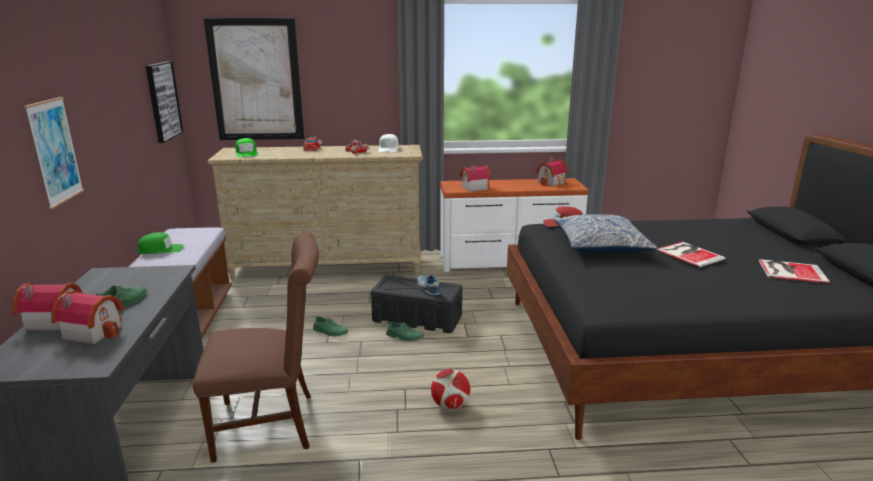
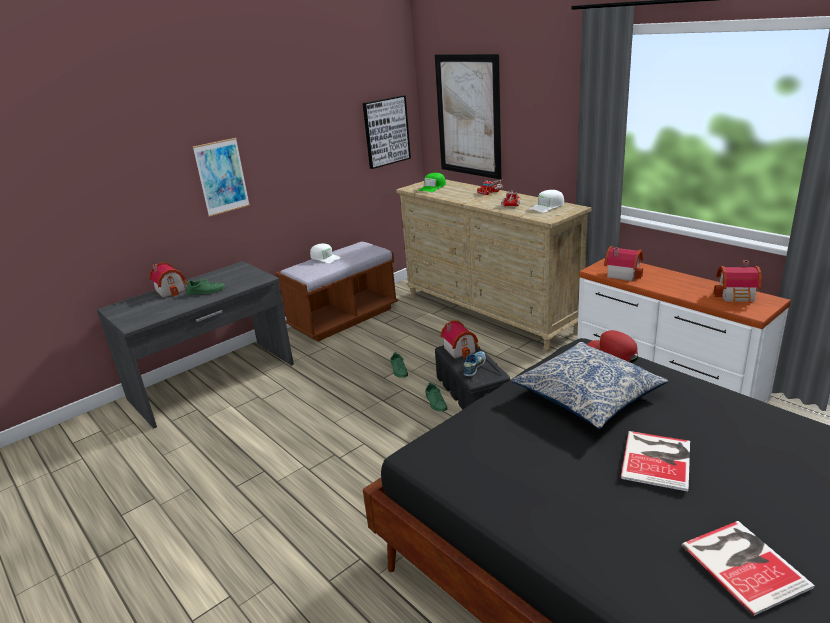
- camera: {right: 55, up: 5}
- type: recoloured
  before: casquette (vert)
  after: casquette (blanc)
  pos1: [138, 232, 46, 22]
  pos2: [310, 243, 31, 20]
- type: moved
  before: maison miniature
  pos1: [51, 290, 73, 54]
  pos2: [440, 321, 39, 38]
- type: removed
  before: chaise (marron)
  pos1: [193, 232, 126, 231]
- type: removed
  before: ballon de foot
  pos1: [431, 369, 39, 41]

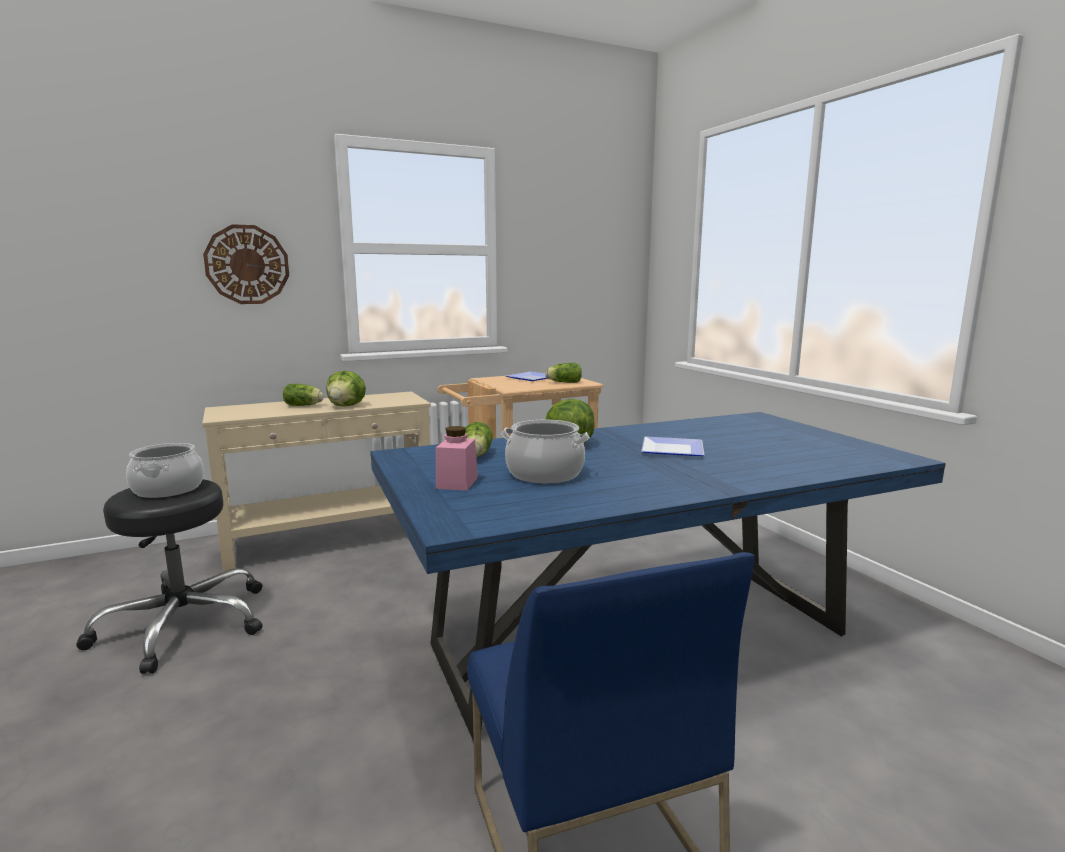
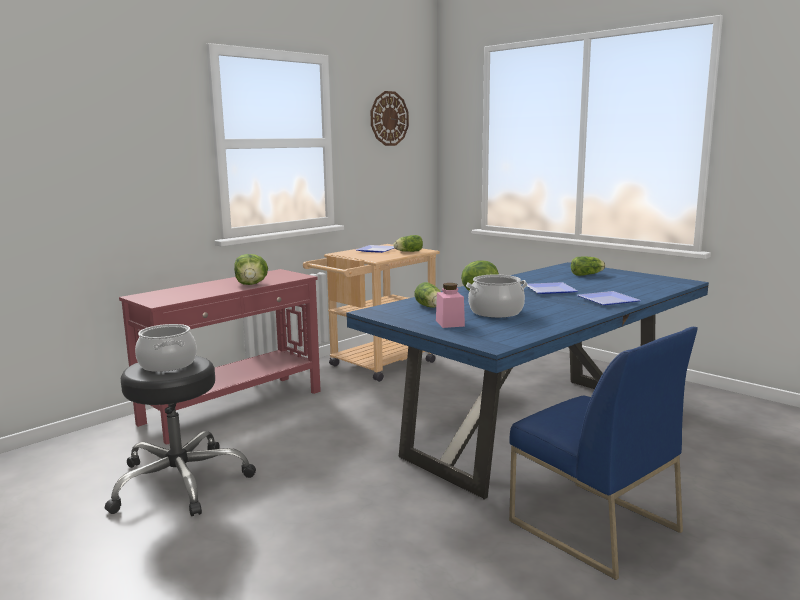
- camera: {right: -20, up: 0}
- type: recoloured
  before: table console (beige)
  after: table console (rouge)
  pos1: [202, 391, 229, 181]
  pos2: [119, 269, 202, 176]
- type: moved
  before: horloge murale
  pos1: [203, 224, 86, 80]
  pos2: [371, 91, 38, 55]
- type: moved
  before: laitue
  pos1: [283, 384, 41, 22]
  pos2: [571, 256, 34, 20]
- type: added
  after: assiette
  pos2: [577, 291, 64, 14]

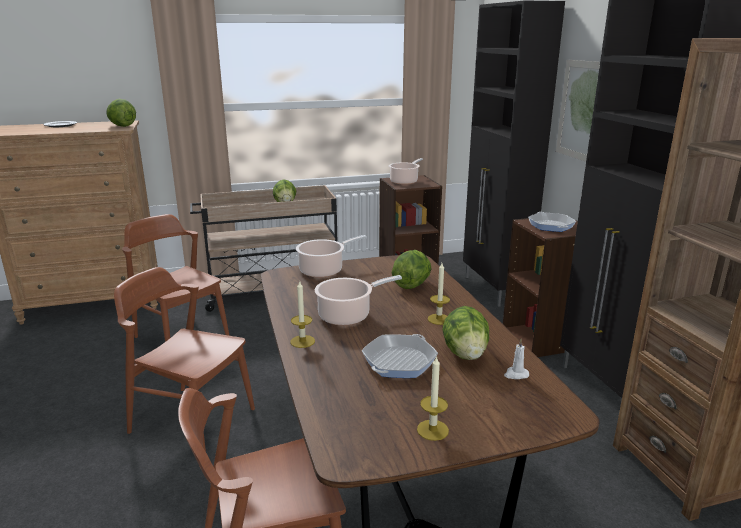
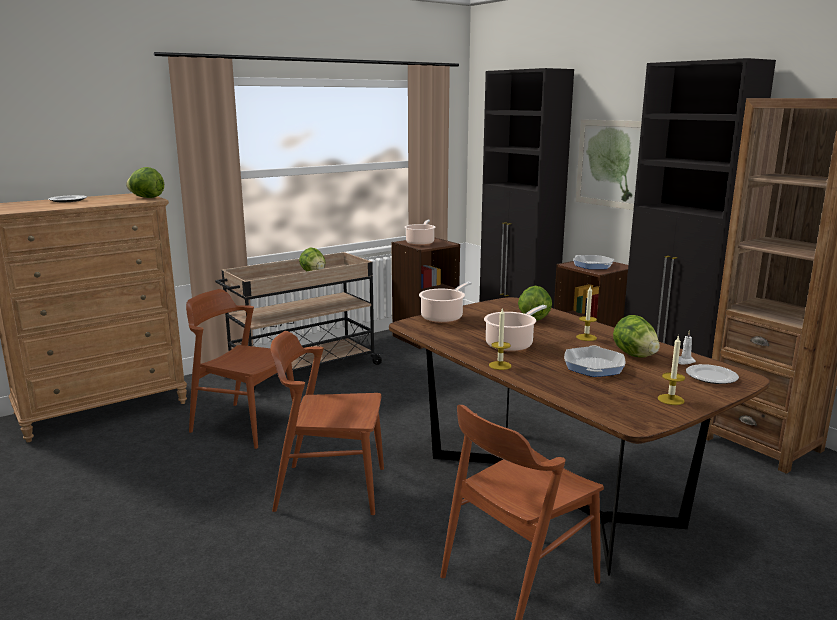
- camera: {right: -20, up: -5}
- type: added
  after: assiette
  pos2: [686, 364, 53, 20]

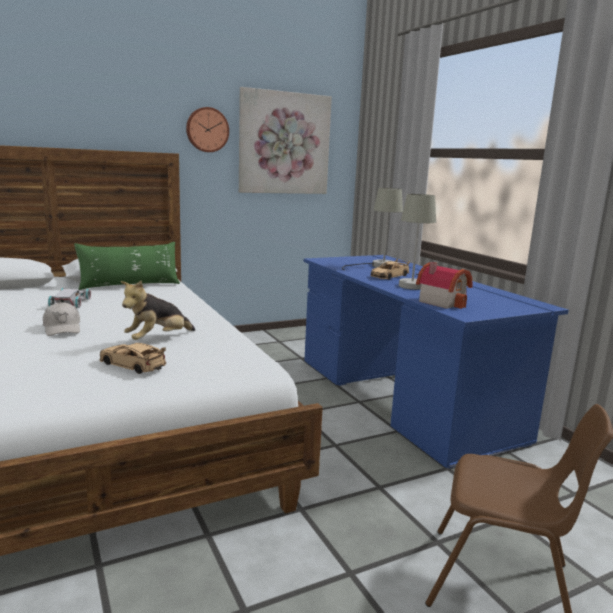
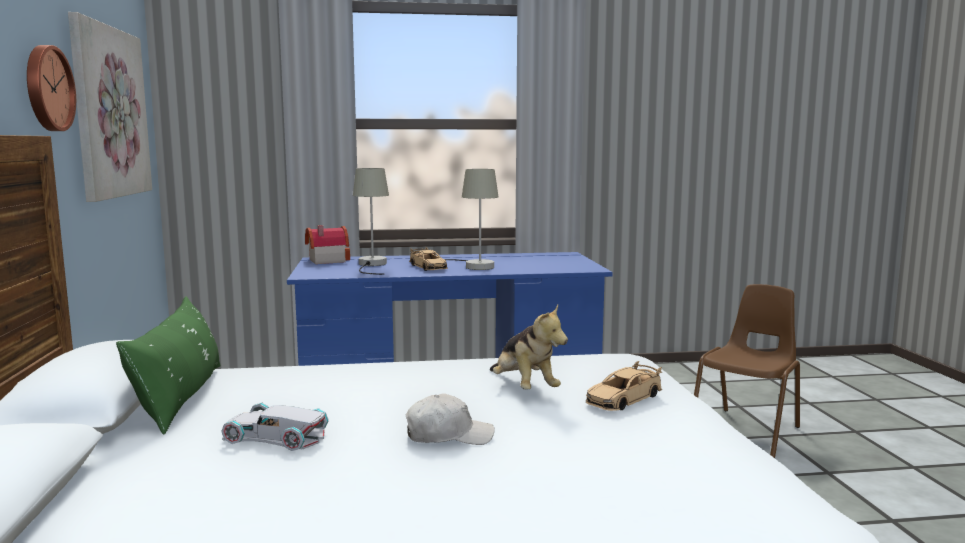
- camera: {right: -70, up: -5}
- type: moved
  before: maison miniature
  pos1: [416, 262, 57, 47]
  pos2: [305, 225, 45, 39]

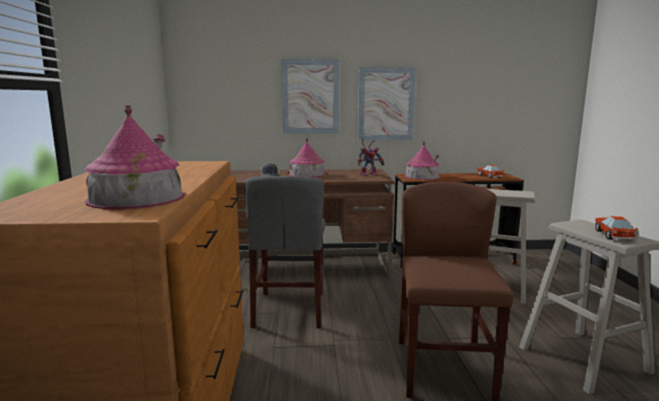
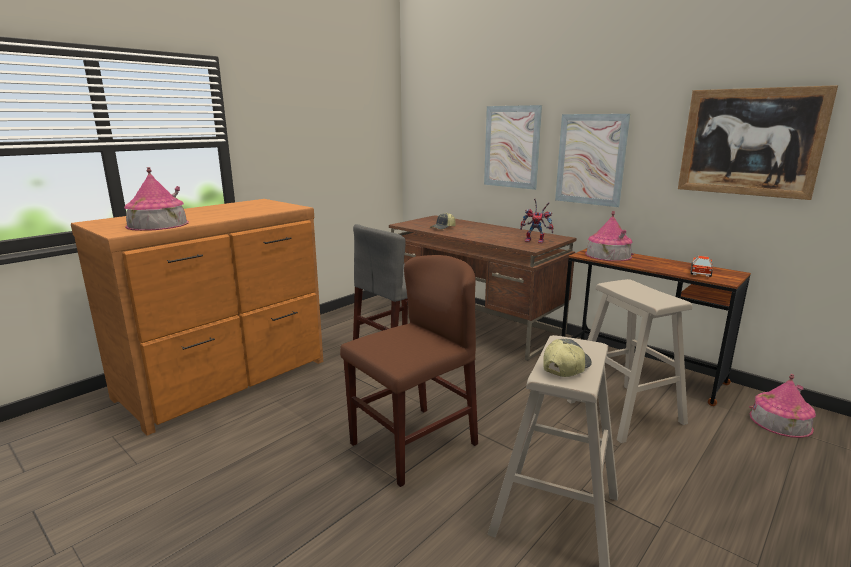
- camera: {right: 45, up: 5}
- type: replaced
  before: petite voiture
  after: casquette
  pos1: [594, 216, 44, 25]
  pos2: [543, 339, 49, 38]
- type: added
  after: tableau
  pos2: [678, 85, 160, 115]
- type: moved
  before: maison miniature
  pos1: [288, 138, 37, 39]
  pos2: [749, 374, 67, 64]

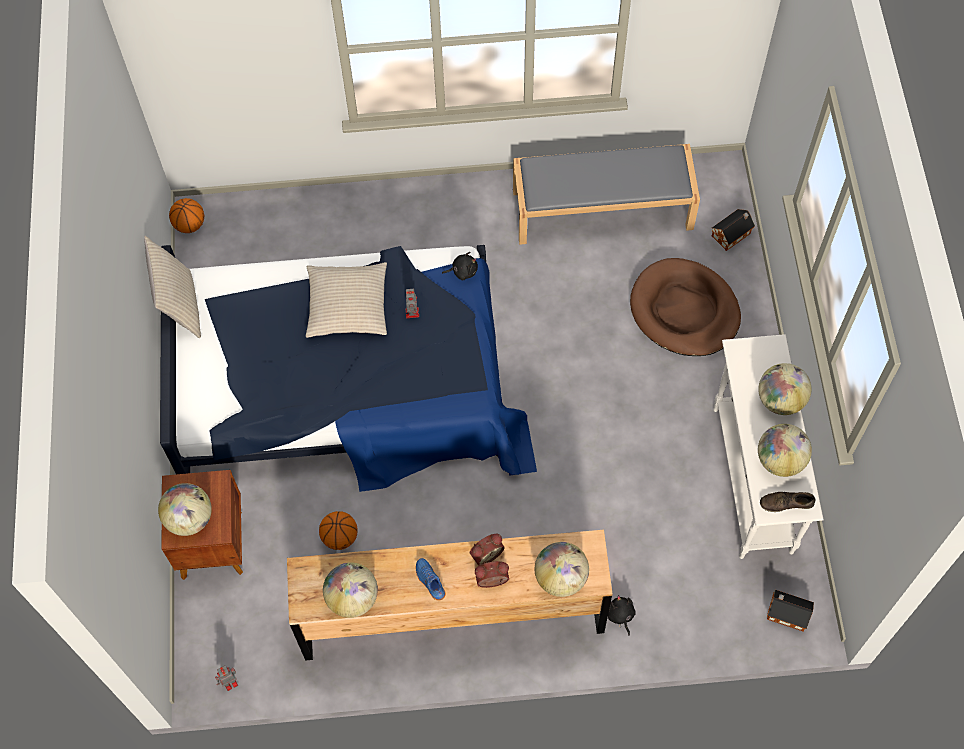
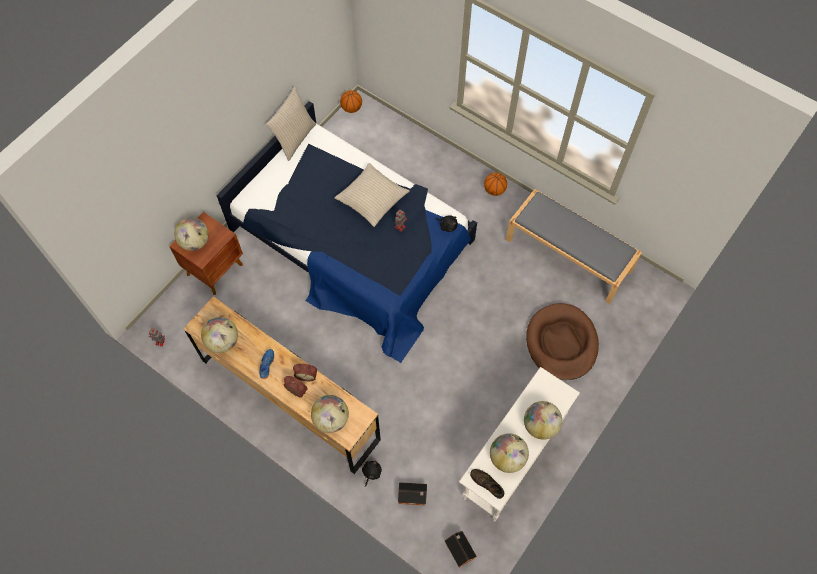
- camera: {right: 40, up: 0}
- type: moved
  before: maison miniature
  pos1: [711, 209, 44, 42]
  pos2: [398, 482, 29, 23]
- type: moved
  before: ballon de basket
  pos1: [319, 511, 39, 39]
  pos2: [484, 172, 23, 24]

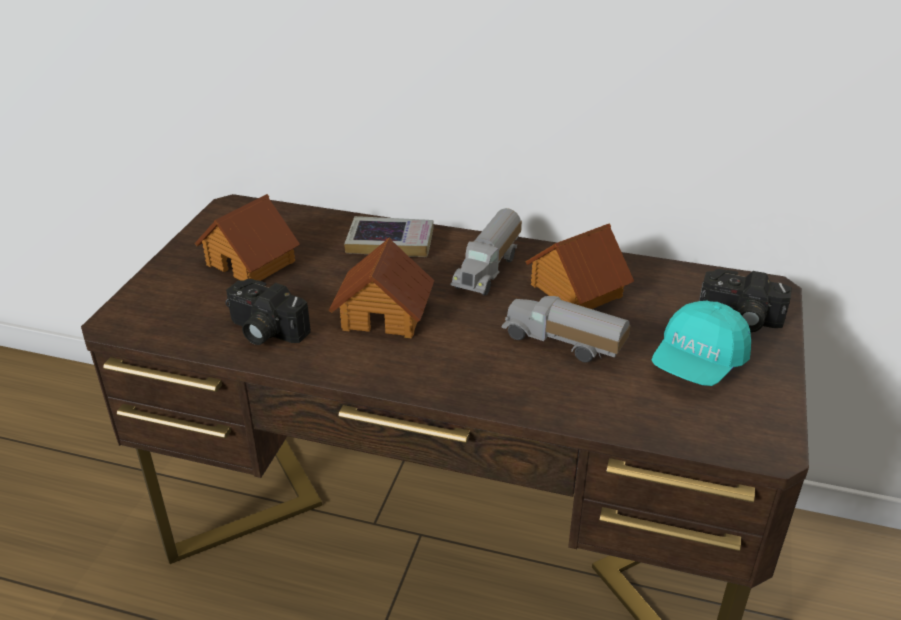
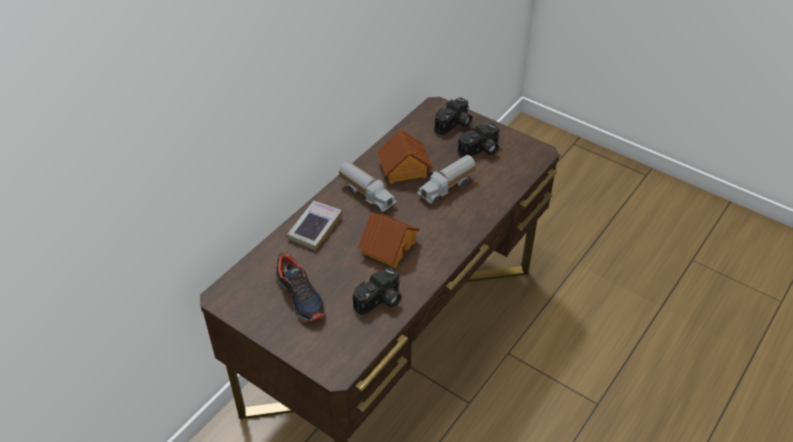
- camera: {right: -70, up: 10}
- type: replaced
  before: maison miniature
  after: chaussure
  pos1: [195, 194, 105, 87]
  pos2: [276, 252, 49, 70]
- type: replaced
  before: casquette (turquoise)
  after: appareil photo
  pos1: [652, 301, 99, 85]
  pos2: [458, 124, 42, 33]

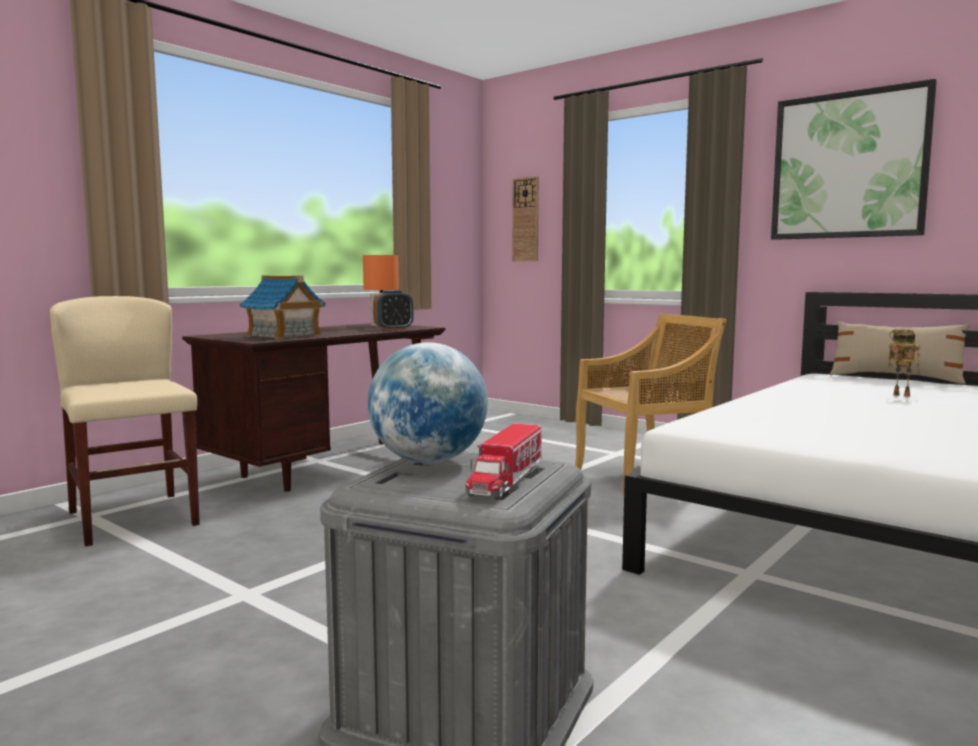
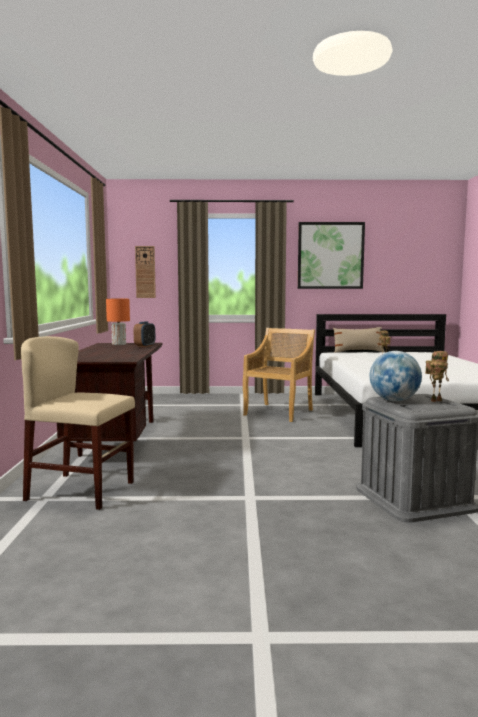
- camera: {right: -40, up: 0}
- type: replaced
  before: camion jouet
  after: robot jouet
  pos1: [466, 423, 76, 76]
  pos2: [425, 351, 24, 51]
- type: removed
  before: maison miniature
  pos1: [240, 275, 86, 64]

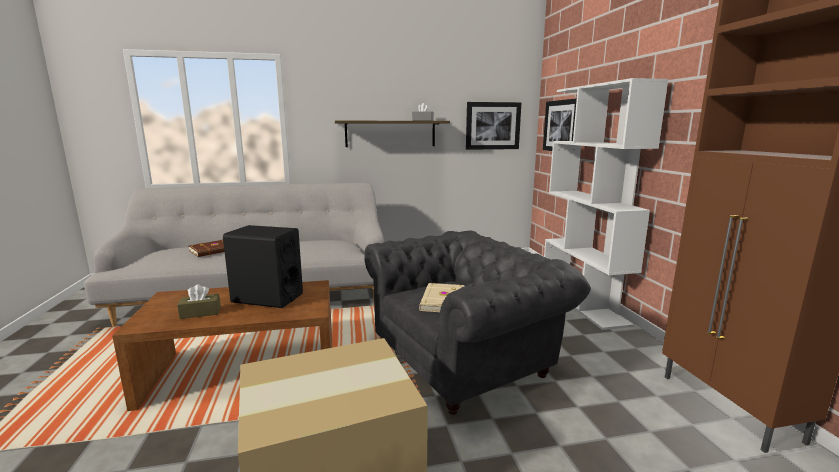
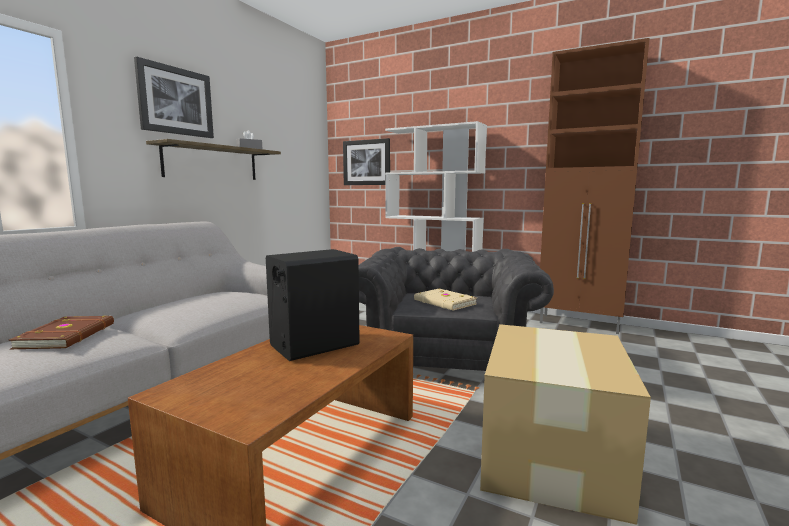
- camera: {right: -50, up: -5}
- type: moved
  before: tableau
  pos1: [466, 102, 55, 48]
  pos2: [134, 56, 80, 82]
- type: removed
  before: boîte à mouchoirs (marron)
  pos1: [177, 284, 44, 35]

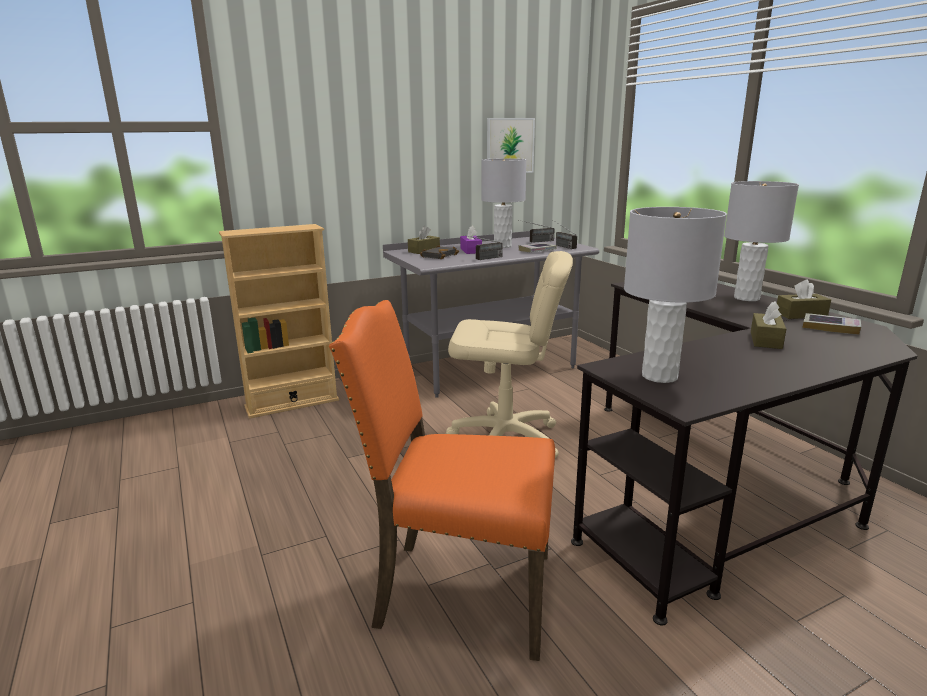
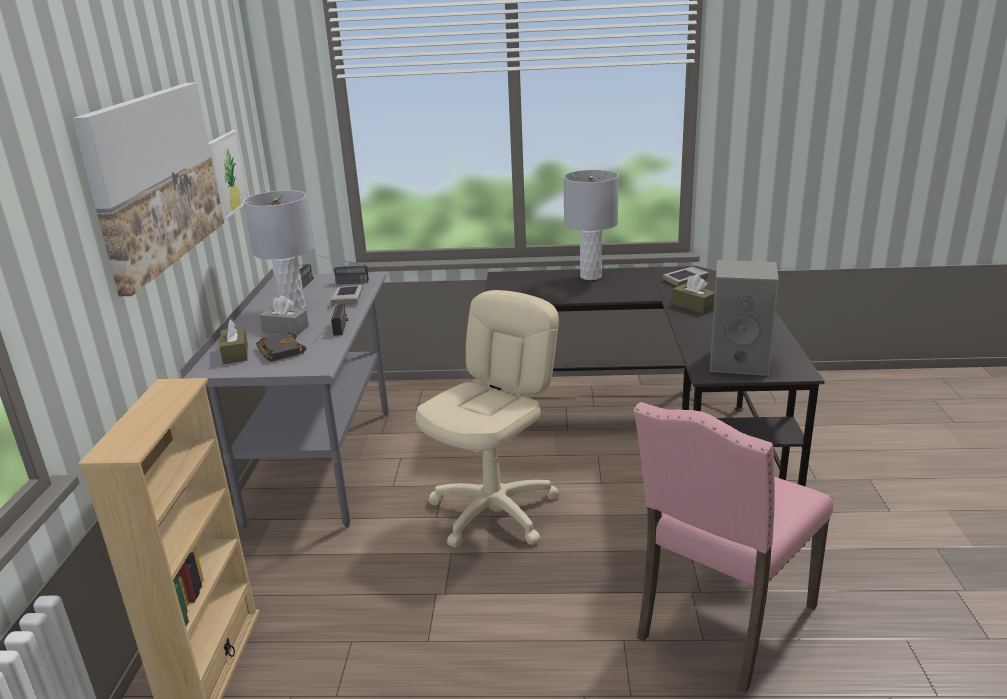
- camera: {right: -60, up: 5}
- type: added
  after: tableau
  pos2: [72, 82, 152, 214]
- type: recoloured
  before: boîte à mouchoirs (violet)
  after: boîte à mouchoirs (gris)
  pos1: [460, 226, 22, 28]
  pos2: [260, 296, 49, 39]
- type: recoloured
  before: chaise (orange)
  after: chaise (rose)
  pos1: [329, 300, 226, 361]
  pos2: [634, 402, 199, 291]
- type: replaced
  before: lampe de table (gris)
  after: enceinte (gris)
  pos1: [624, 207, 103, 176]
  pos2: [710, 260, 69, 116]
- type: removed
  before: boîte à mouchoirs (marron)
  pos1: [777, 279, 54, 40]

